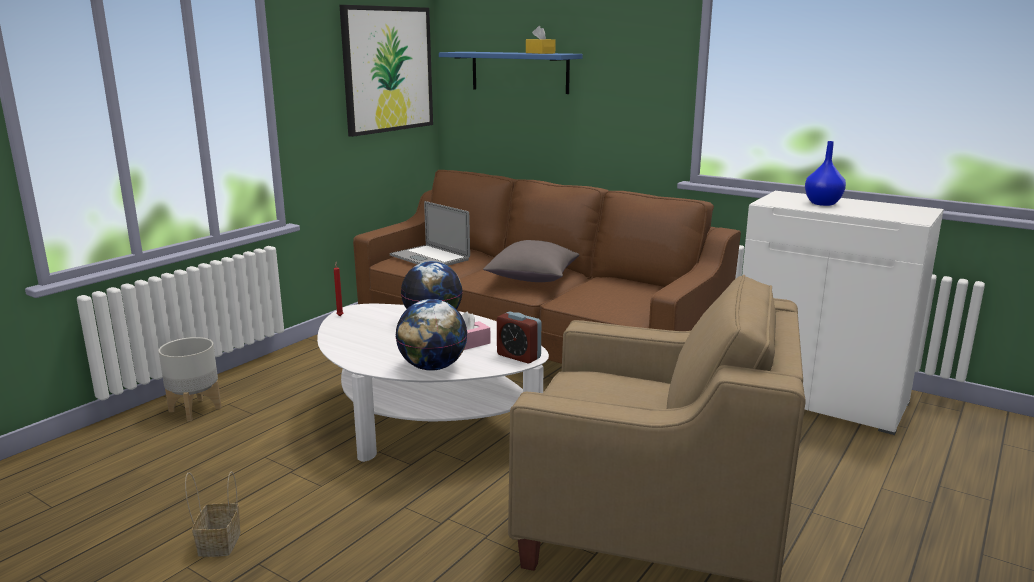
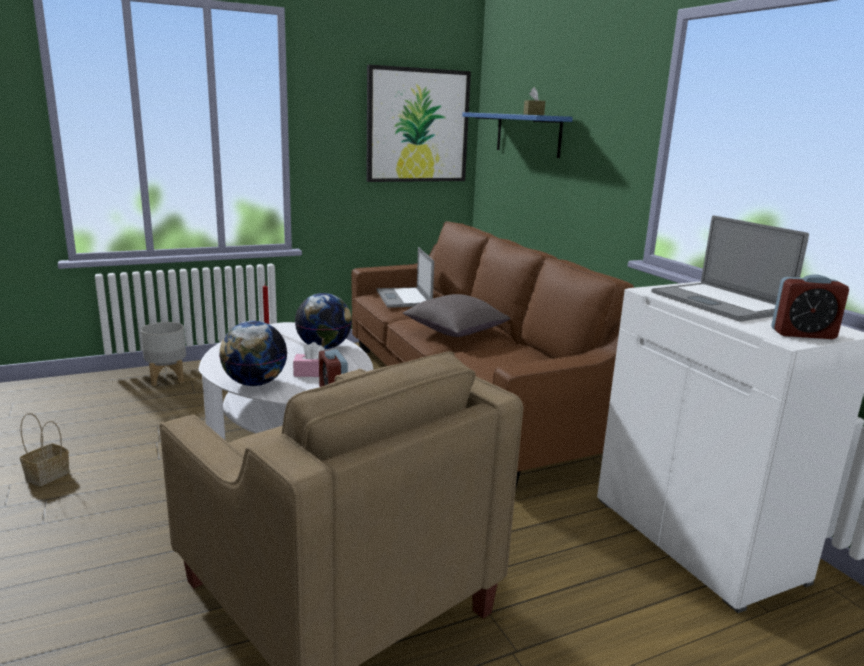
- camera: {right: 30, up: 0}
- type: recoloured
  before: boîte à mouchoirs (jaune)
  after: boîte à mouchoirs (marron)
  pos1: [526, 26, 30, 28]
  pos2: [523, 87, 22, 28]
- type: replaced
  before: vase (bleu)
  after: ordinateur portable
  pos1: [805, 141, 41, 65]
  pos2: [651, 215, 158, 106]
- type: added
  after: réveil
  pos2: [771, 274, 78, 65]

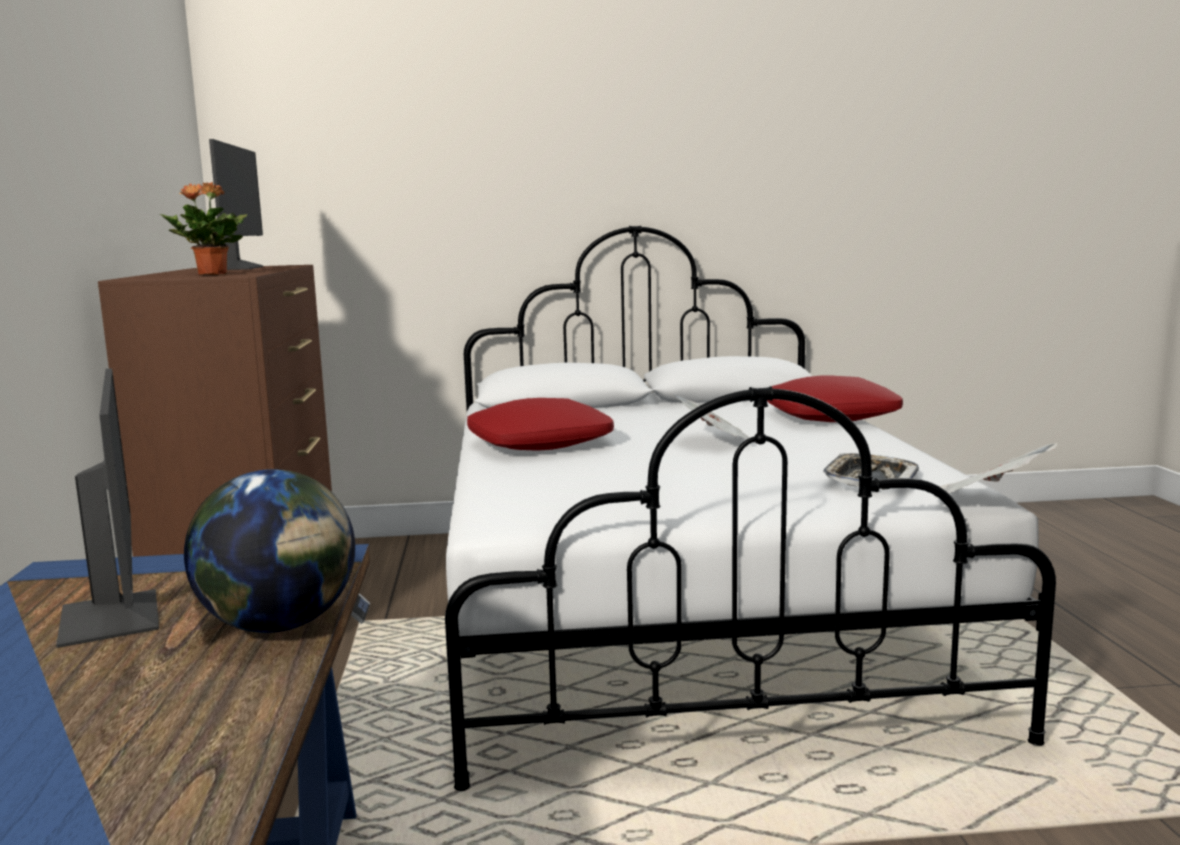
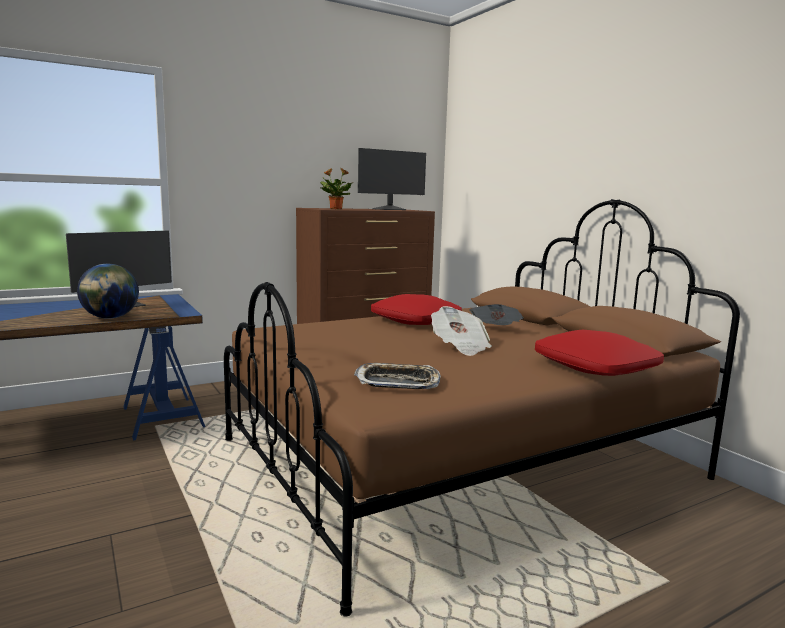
- camera: {right: 65, up: 0}
- type: recoloured
  before: lit (blanc)
  after: lit (marron)
  pos1: [445, 225, 611, 566]
  pos2: [224, 199, 516, 417]
- type: moved
  before: journal
  pos1: [937, 443, 121, 55]
  pos2: [469, 304, 55, 21]

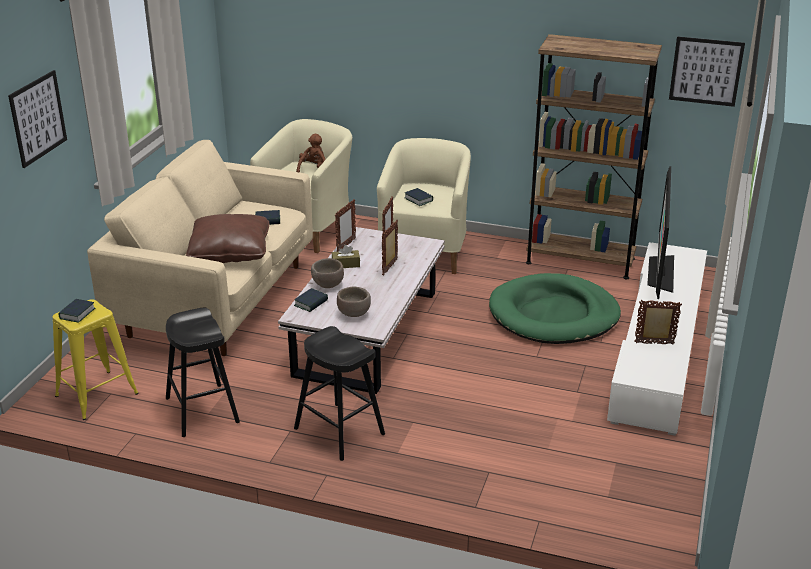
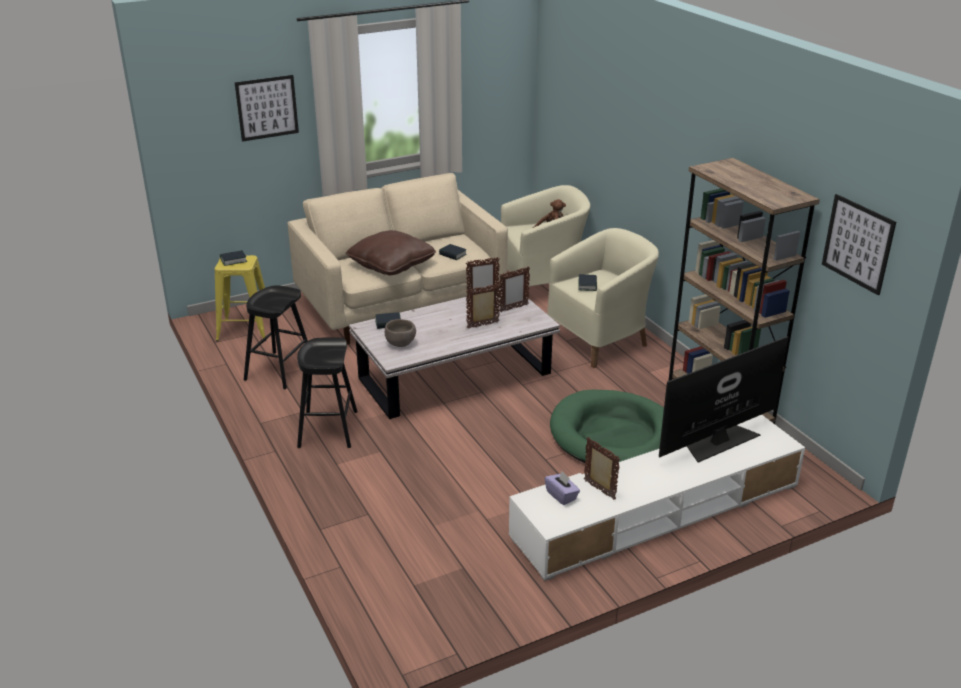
- camera: {right: 45, up: 0}
- type: added
  after: boîte à mouchoirs (violet)
  pos2: [544, 471, 36, 34]
- type: removed
  before: bol (marron)
  pos1: [311, 258, 33, 30]
- type: removed
  before: boîte à mouchoirs (marron)
  pos1: [332, 245, 28, 23]

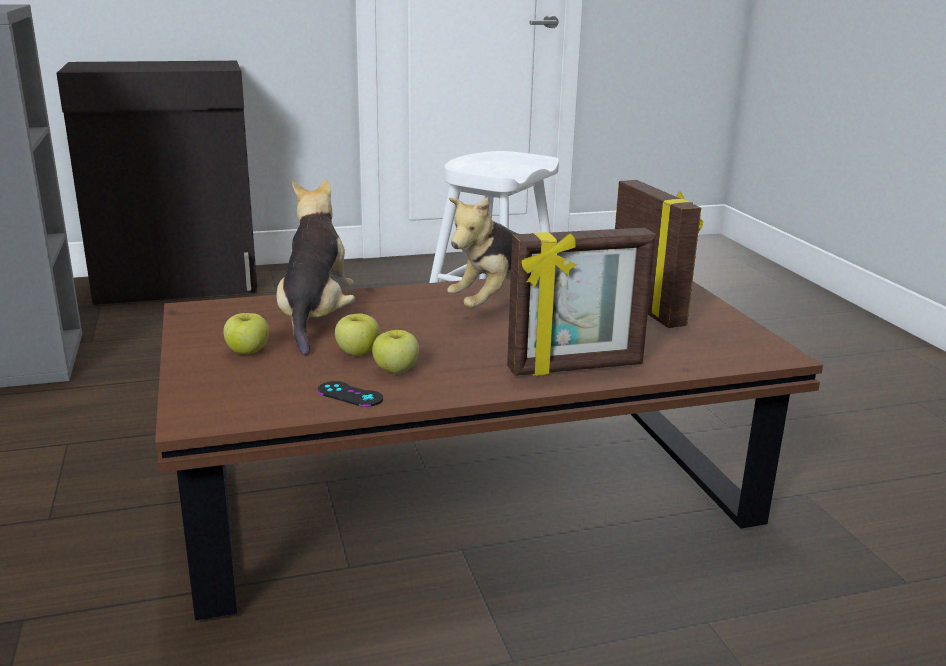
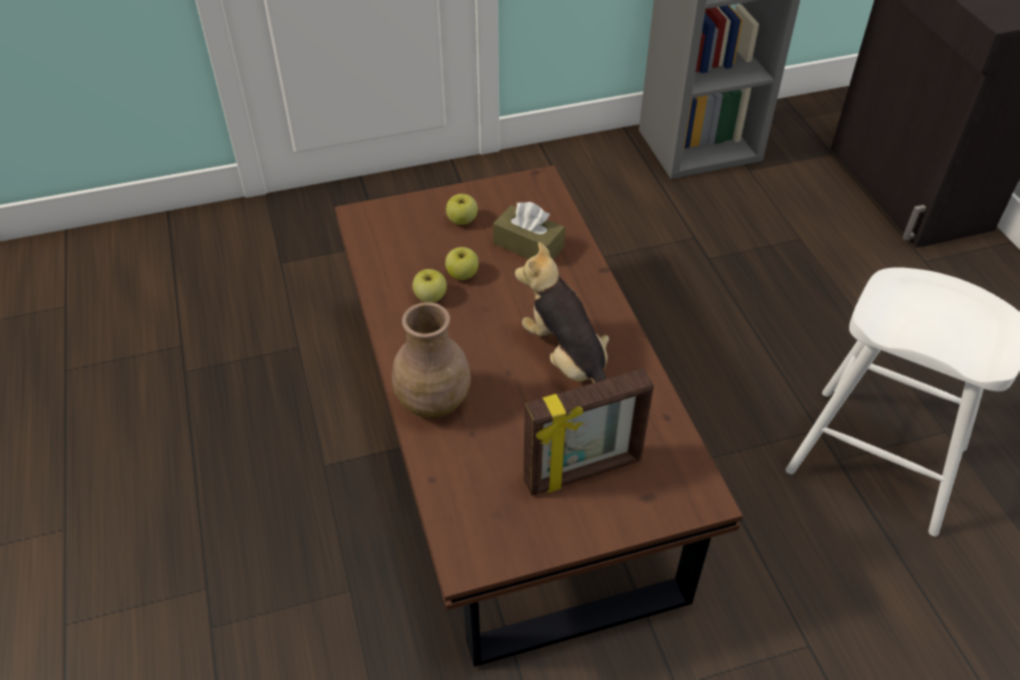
- camera: {right: 90, up: 25}
- type: replaced
  before: cadre photo
  after: vase (marron)
  pos1: [507, 228, 149, 148]
  pos2: [392, 302, 79, 116]
- type: replaced
  before: peluche
  after: boîte à mouchoirs (marron)
  pos1: [276, 180, 79, 175]
  pos2: [493, 202, 72, 58]
- type: removed
  before: manette (noir)
  pos1: [318, 381, 65, 26]

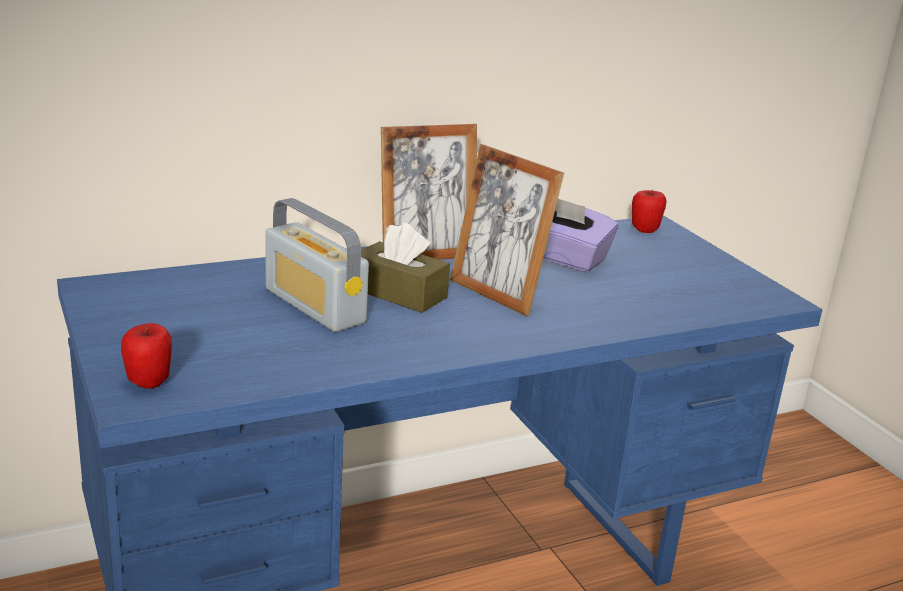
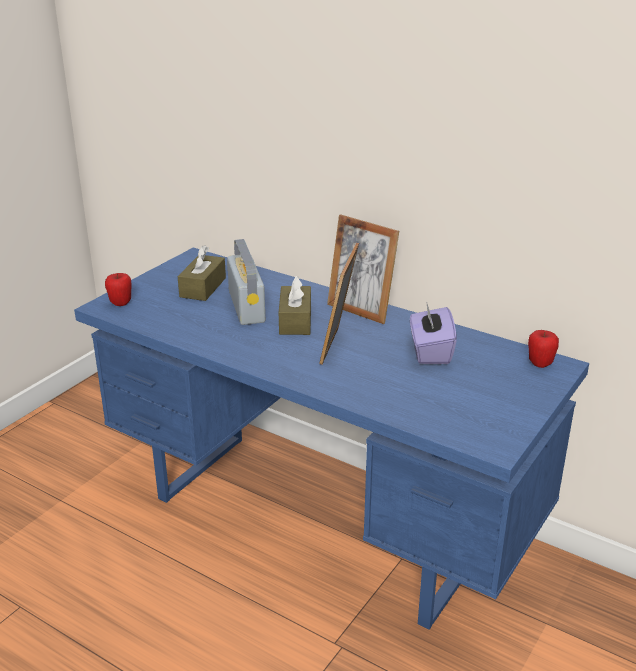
- camera: {right: 60, up: 5}
- type: added
  after: boîte à mouchoirs (marron)
  pos2: [178, 246, 48, 55]
- type: turned
  before: radio
  pos1: [265, 198, 104, 134]
  pos2: [227, 239, 38, 86]
  turn: 150

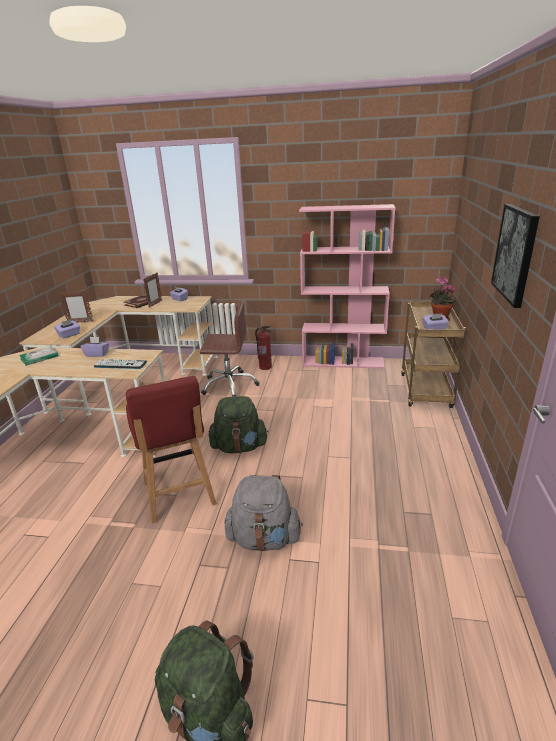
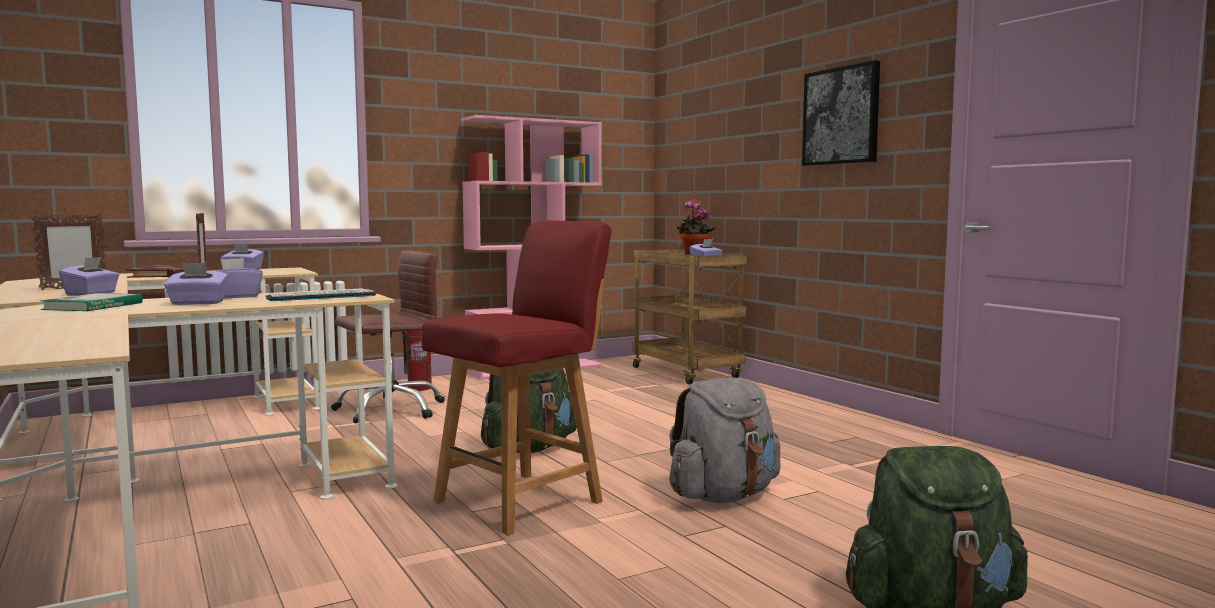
- camera: {right: -40, up: -20}
- type: added
  after: boîte à mouchoirs (violet)
  pos2: [164, 263, 64, 42]
- type: turned
  before: chaise (rouge)
  pos1: [126, 376, 91, 148]
  pos2: [422, 220, 190, 315]
  turn: -75

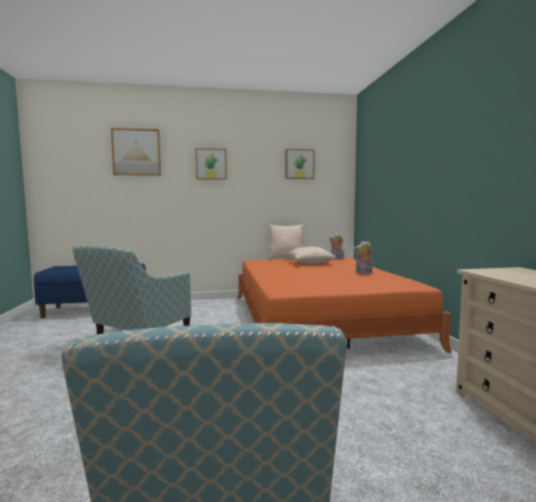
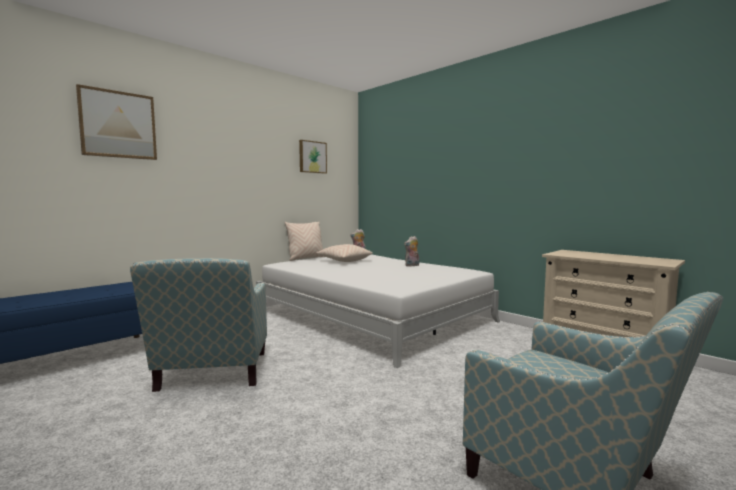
- camera: {right: -35, up: 0}
- type: recoloured
  before: lit (orange)
  after: lit (blanc)
  pos1: [238, 257, 214, 96]
  pos2: [256, 254, 244, 114]
- type: removed
  before: tableau
  pos1: [196, 148, 31, 32]

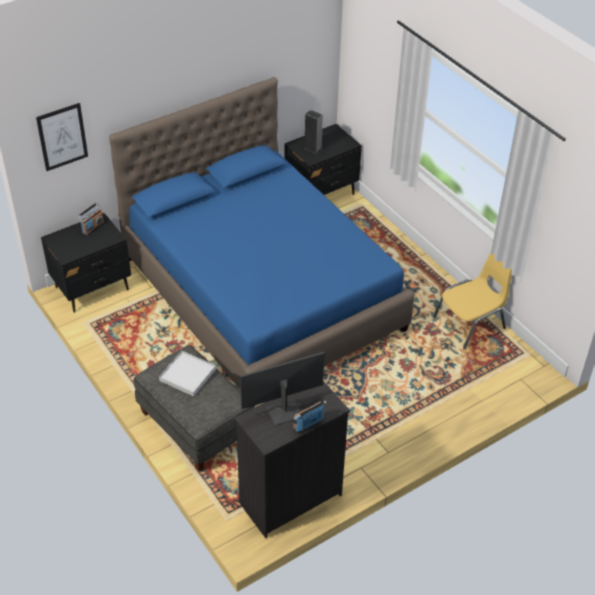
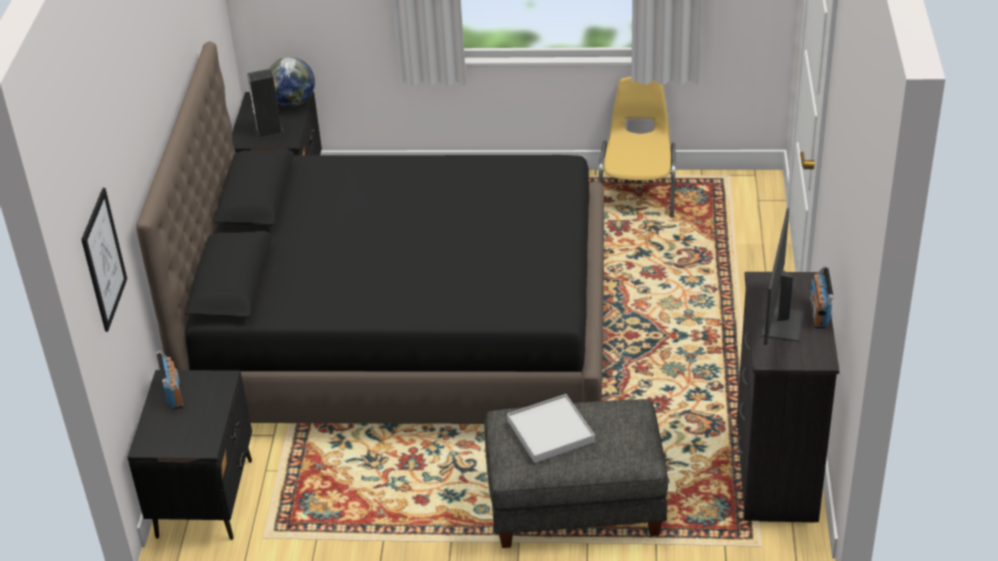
- camera: {right: -50, up: -5}
- type: recoloured
  before: lit (bleu)
  after: lit (noir)
  pos1: [109, 77, 306, 329]
  pos2: [136, 41, 468, 383]
- type: added
  after: globe
  pos2: [269, 57, 46, 49]

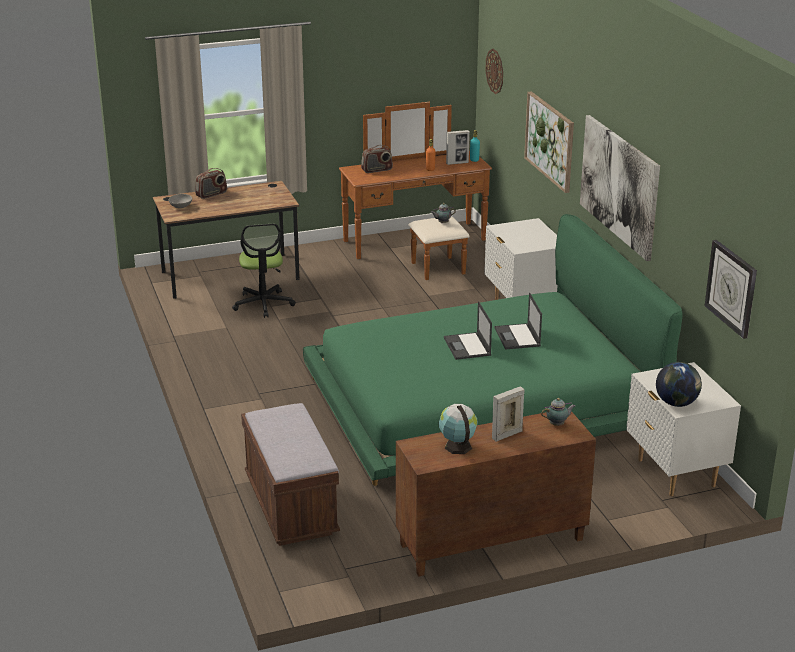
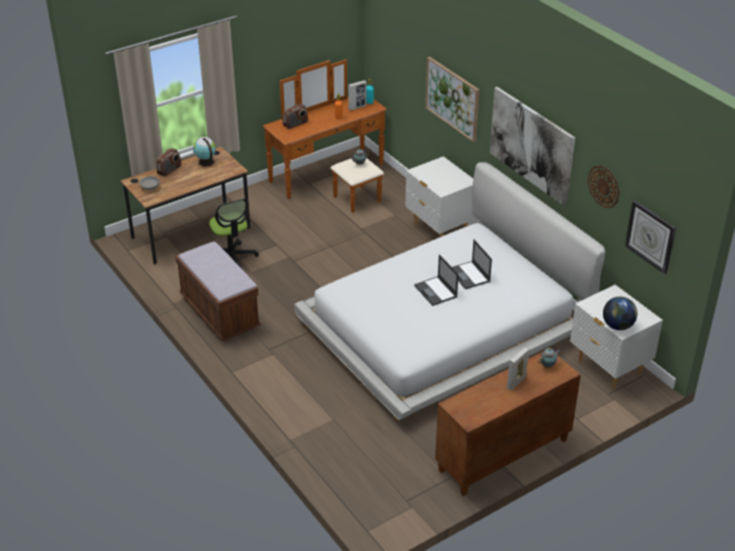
- camera: {right: -15, up: 10}
- type: moved
  before: banc (marron)
  pos1: [241, 403, 99, 143]
  pos2: [175, 241, 86, 100]
- type: moved
  before: globe
  pos1: [439, 404, 39, 50]
  pos2: [193, 137, 23, 30]
- type: recoloured
  before: lit (vert)
  after: lit (blanc)
  pos1: [303, 214, 380, 272]
  pos2: [294, 162, 311, 259]
- type: moved
  before: horloge murale
  pos1: [485, 48, 18, 46]
  pos2: [588, 166, 32, 42]

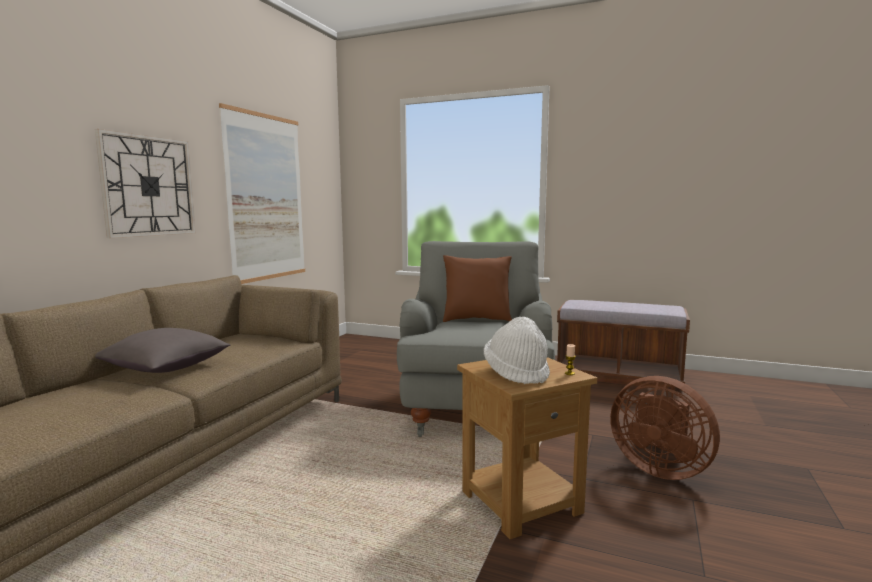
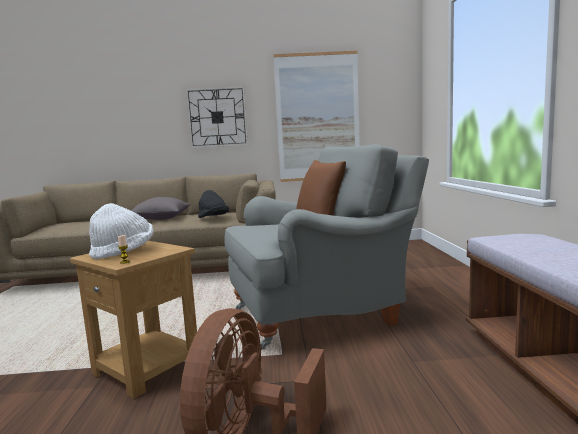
- camera: {right: 65, up: 0}
- type: added
  after: chapeau (noir)
  pos2: [198, 190, 31, 28]

